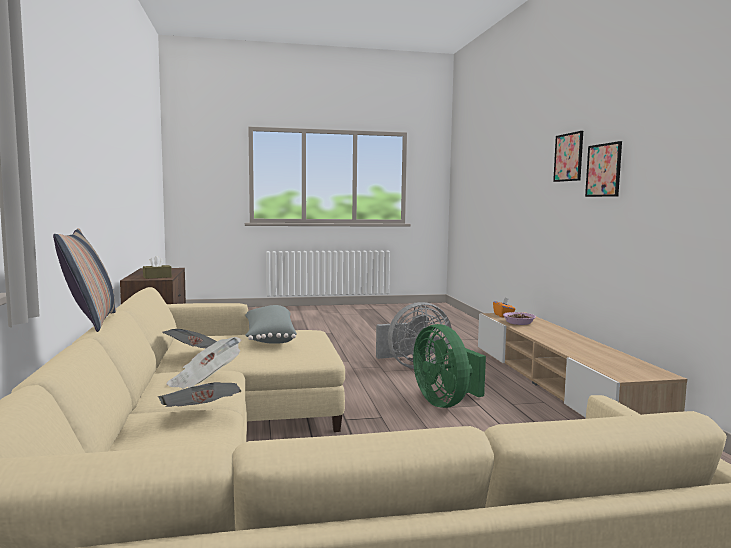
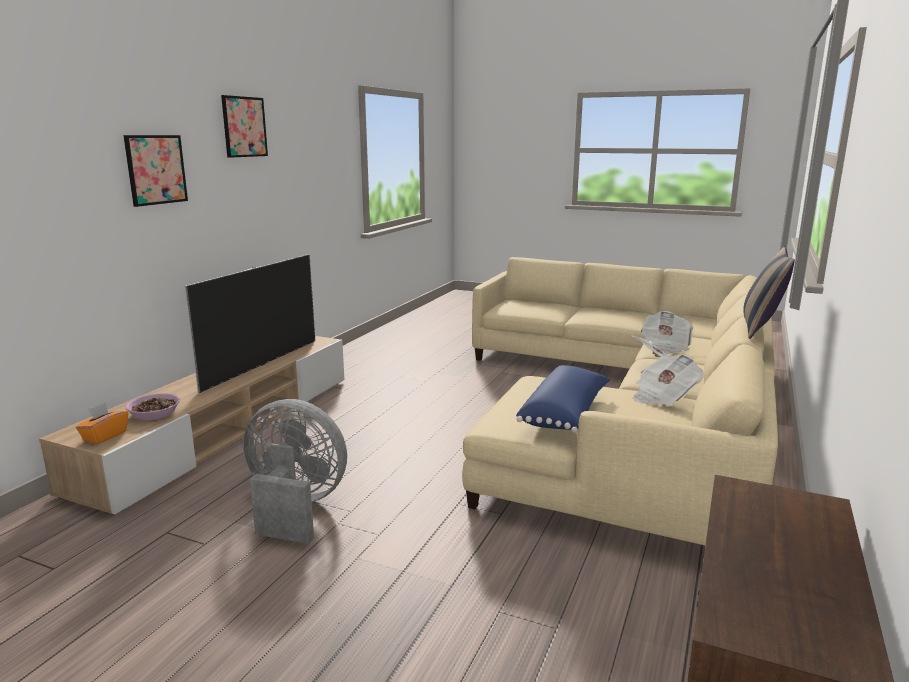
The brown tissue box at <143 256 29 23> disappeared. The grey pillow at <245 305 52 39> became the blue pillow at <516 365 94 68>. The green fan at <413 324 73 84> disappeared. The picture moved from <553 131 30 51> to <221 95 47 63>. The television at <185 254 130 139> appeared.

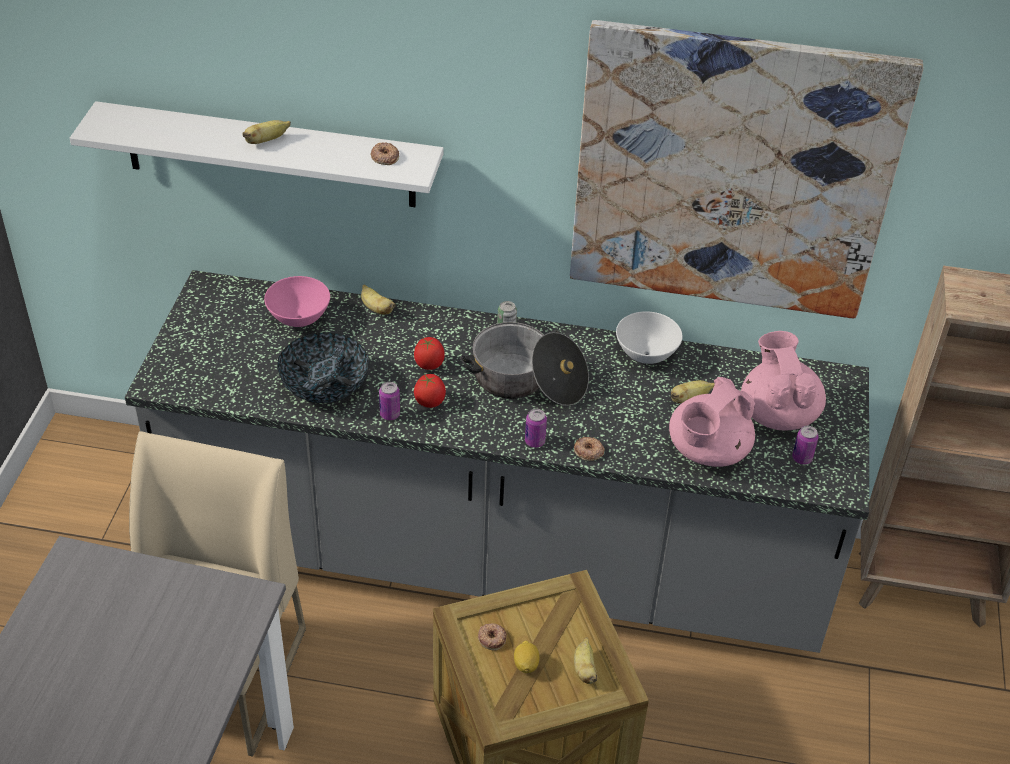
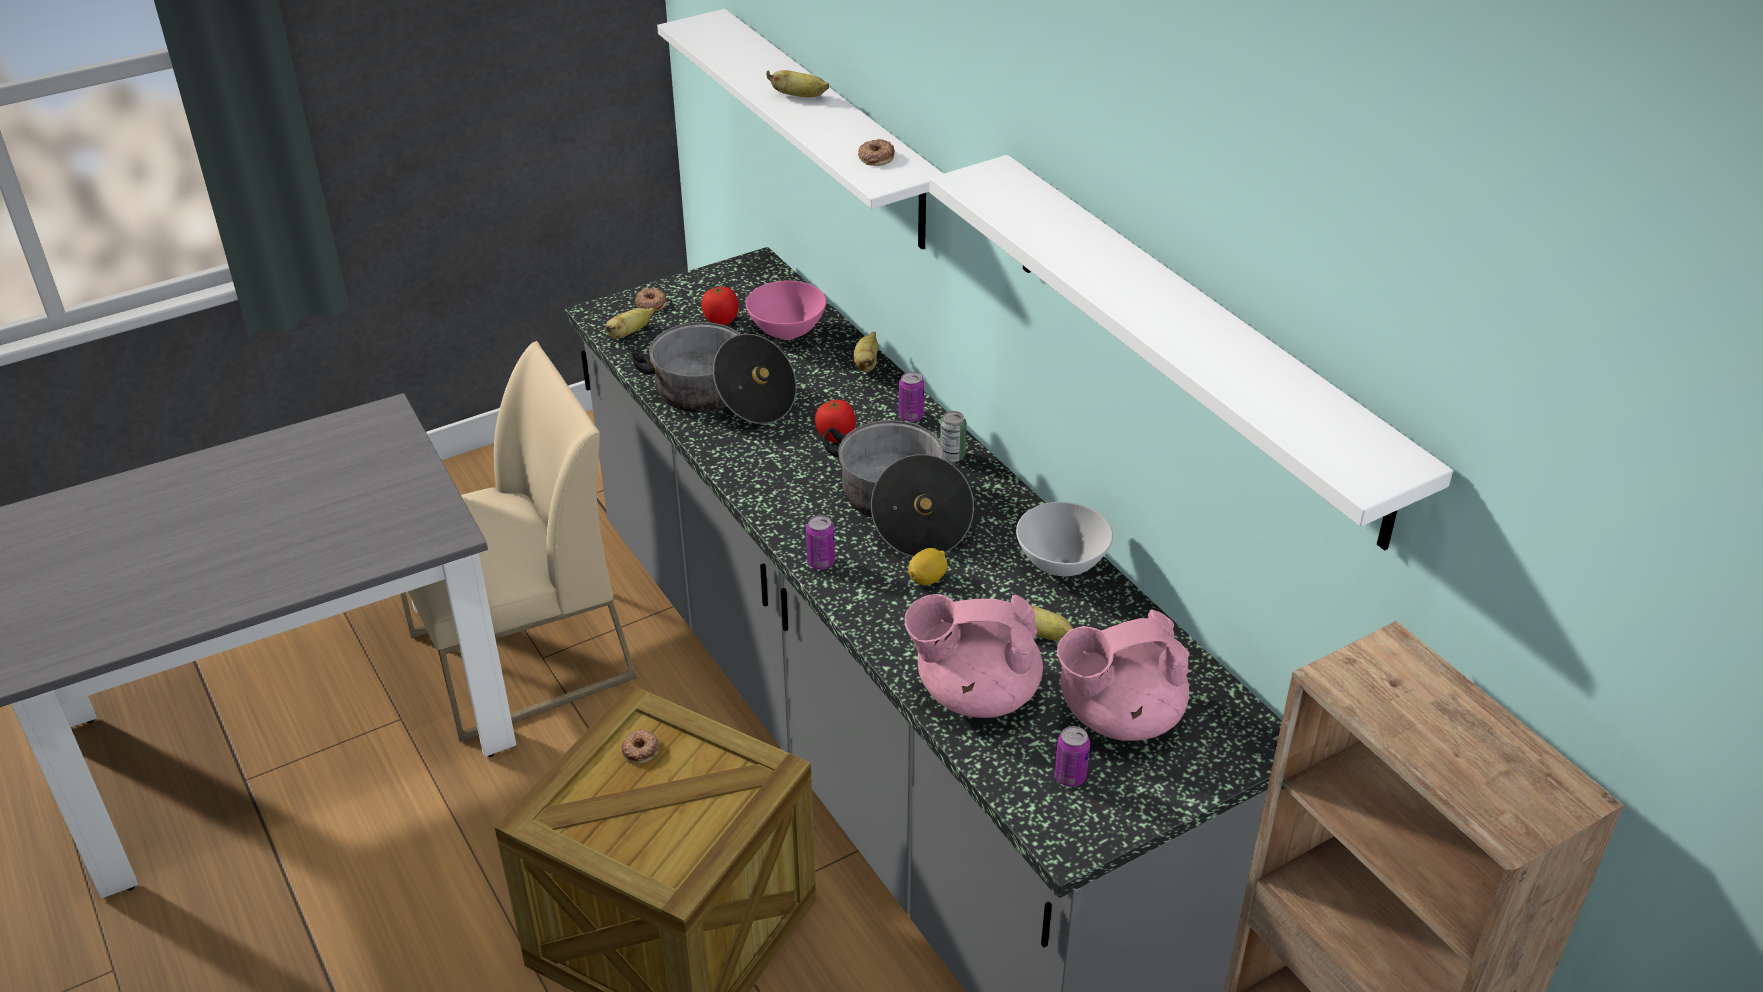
The bowl at <277 332 92 71> was replaced by the cooking pot at <630 322 167 102>. The can moved from <379 382 21 38> to <899 372 25 50>. The tomato moved from <414 374 32 34> to <701 286 38 39>. The lemon moved from <514 641 25 32> to <908 548 39 37>. The picture at <570 20 353 298> was replaced by the white shelf at <929 155 524 396>. The donut moved from <574 436 31 25> to <635 287 32 25>. The banana moved from <574 638 24 46> to <606 307 48 32>. The pink teapot at <741 331 85 99> turned 150 degrees counterclockwise.

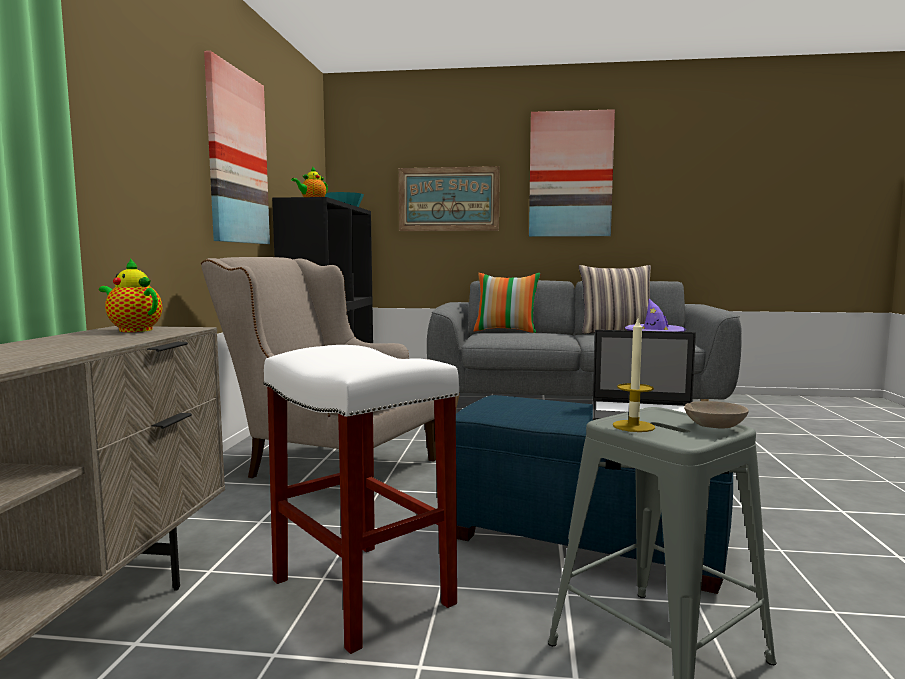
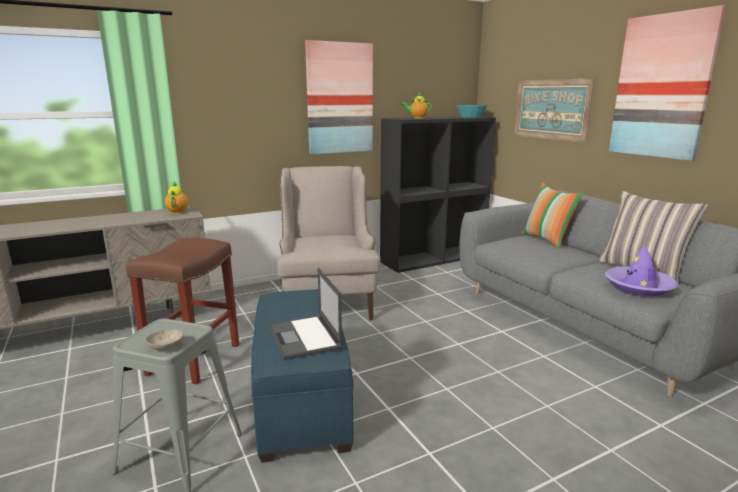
The white stool at <263 345 196 309> became the brown stool at <126 238 113 146>. The candle at <613 319 42 113> disappeared.

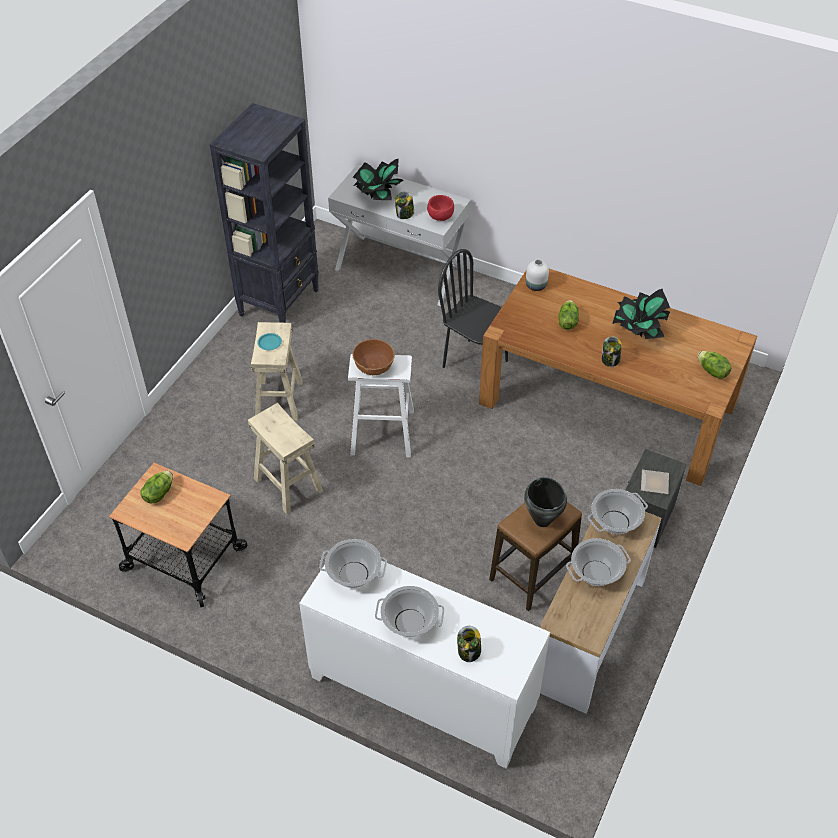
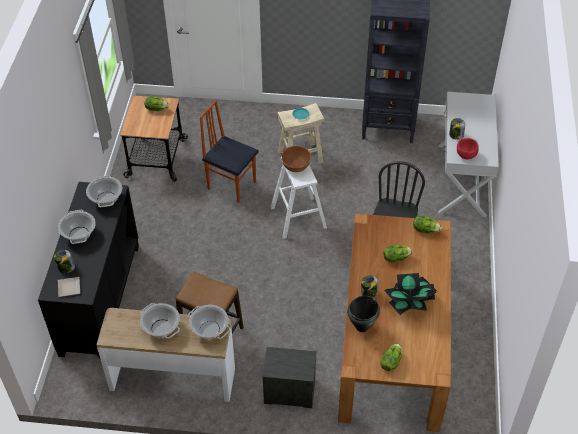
The beige stool at <248 403 75 111> was replaced by the chair at <200 100 59 103>. The white cabinet at <299 560 251 209> became the black cabinet at <38 182 101 178>. The potted plant at <353 158 51 42> disappeared. The black cooking pot moved from <524 477 43 50> to <347 295 33 37>. The white vase at <526 259 23 32> was replaced by the lettuce at <413 216 29 18>. The plate moved from <641 470 28 24> to <58 277 22 20>.

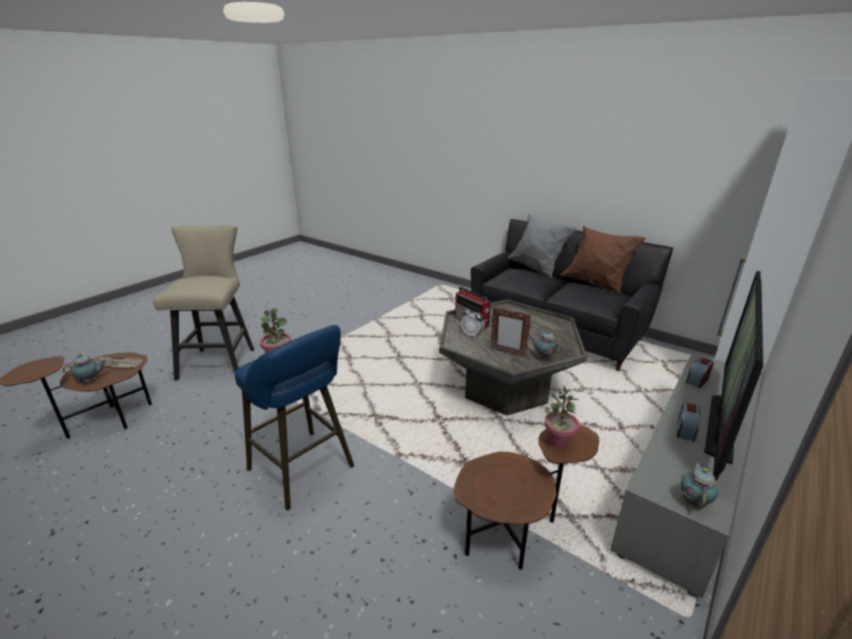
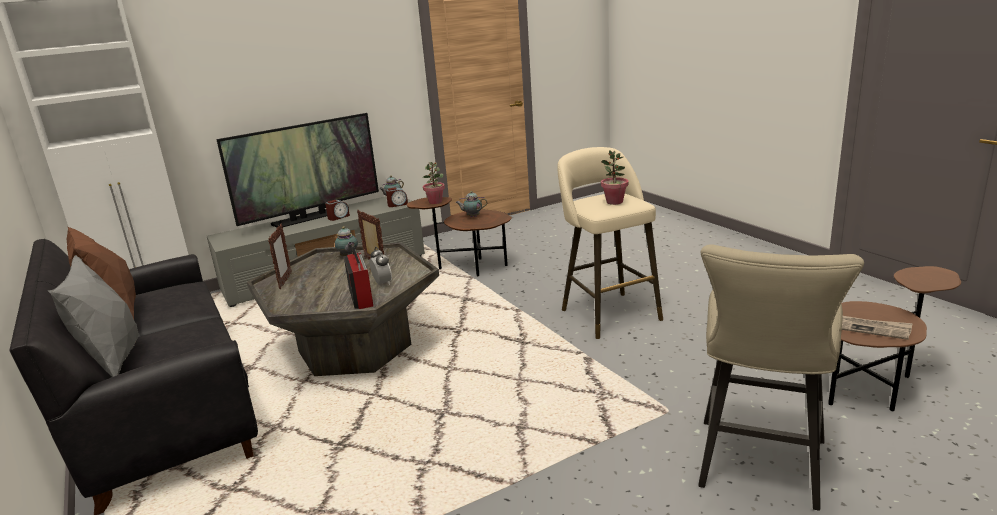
The teapot moved from <63 354 43 28> to <456 191 32 26>. The blue stool at <235 325 119 185> became the beige stool at <557 147 106 192>. The alarm clock moved from <686 357 28 31> to <386 187 22 20>. The picture frame at <268 223 24 66> appeared.

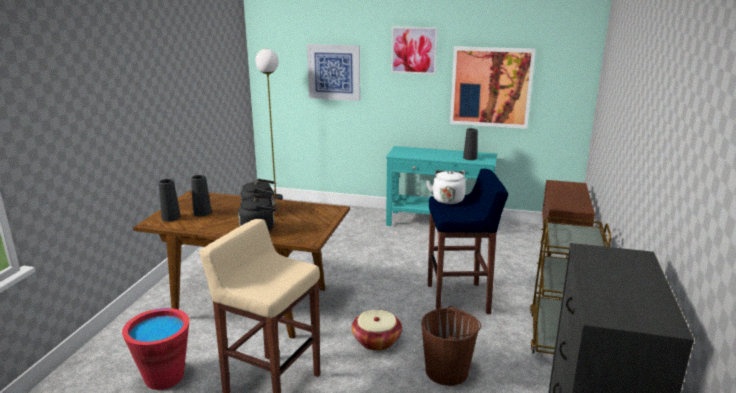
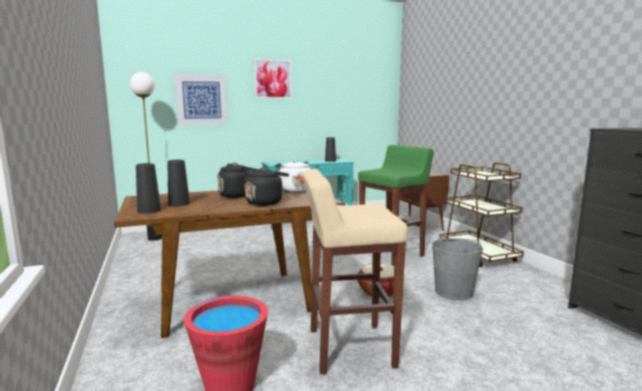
The brown bucket at <421 306 60 80> became the grey bucket at <432 236 51 64>. The white kettle moved from <426 170 40 34> to <275 160 35 33>. The blue stool at <428 169 80 145> became the green stool at <358 145 76 121>. The picture at <450 46 86 83> disappeared.

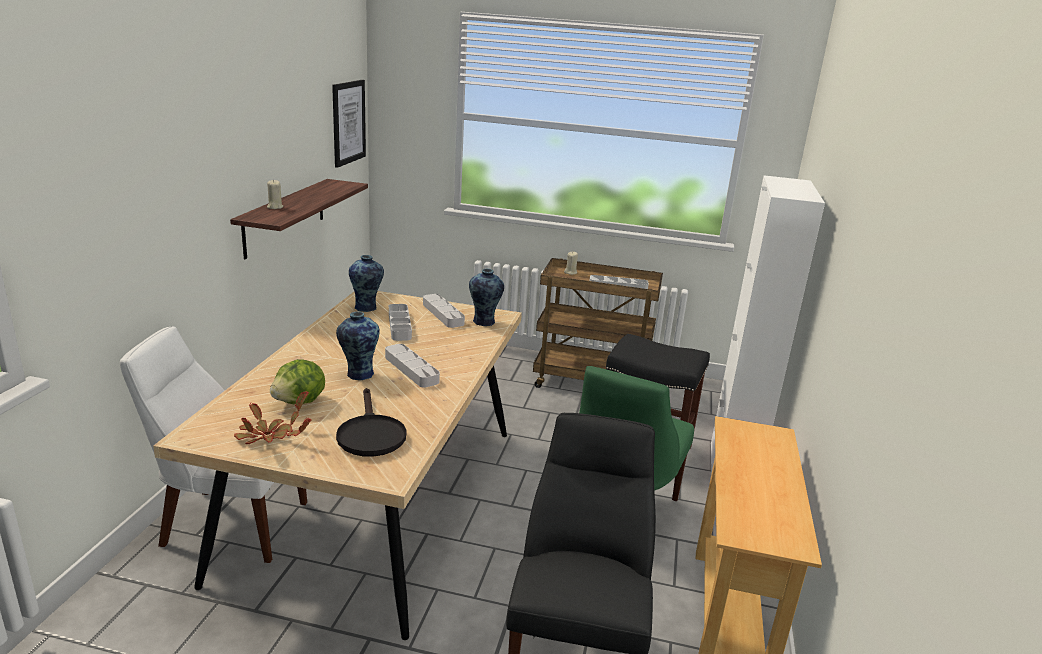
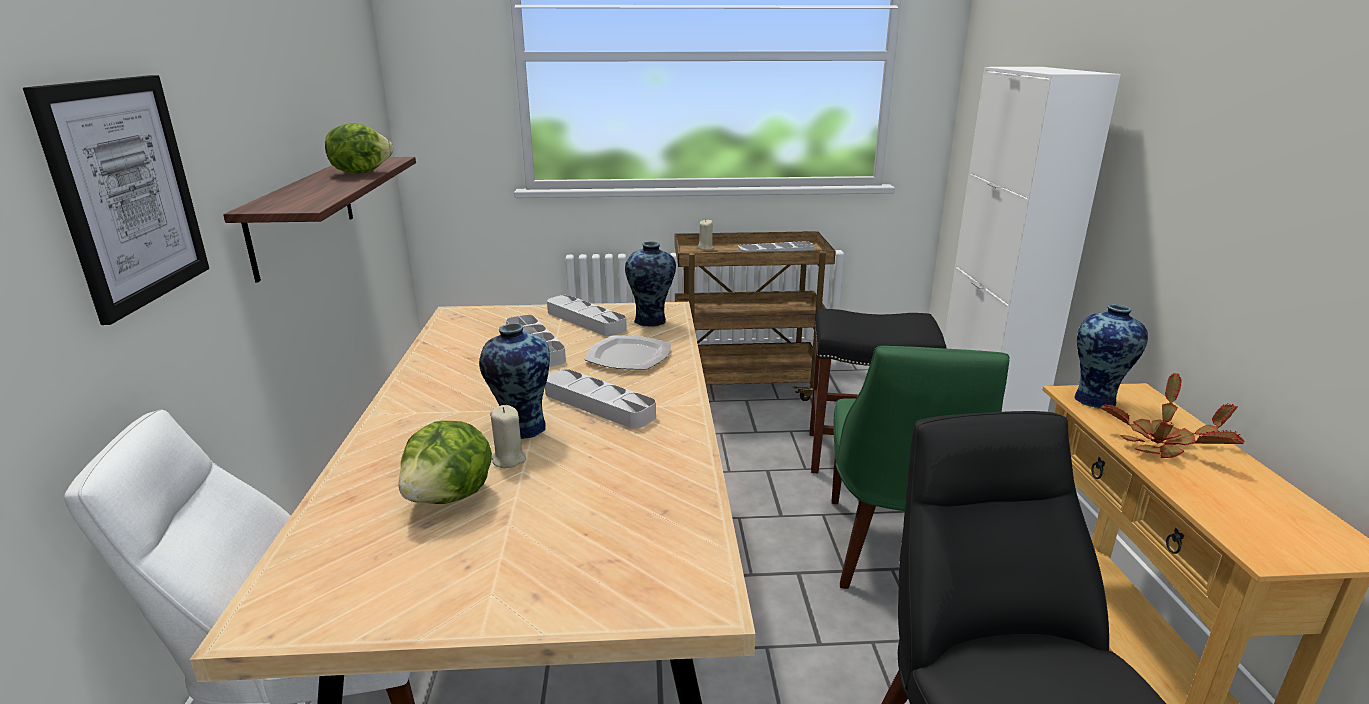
The potted plant moved from <234 391 78 53> to <1101 373 143 85>. The beige candle moved from <267 180 16 29> to <490 405 36 63>. The picture moved from <332 80 34 88> to <23 75 186 250>. The black frying pan at <336 388 70 69> disappeared. The vase moved from <349 255 35 57> to <1074 304 74 105>. The lettuce at <325 123 68 51> appeared. The plate at <584 335 87 35> appeared.

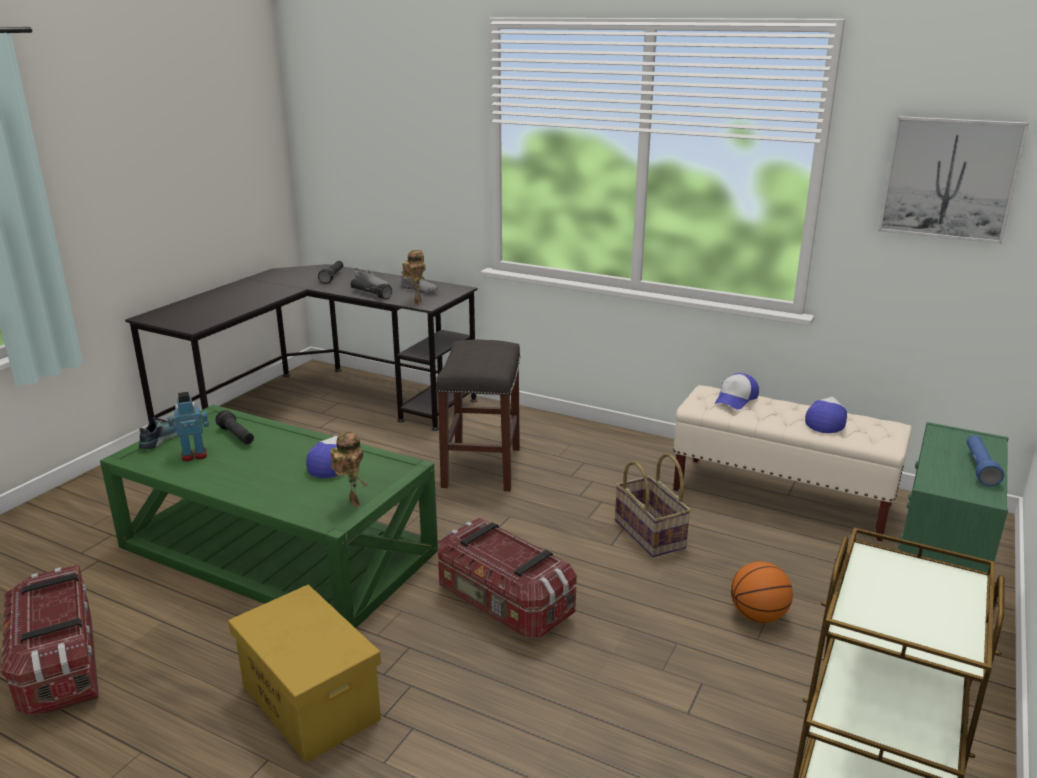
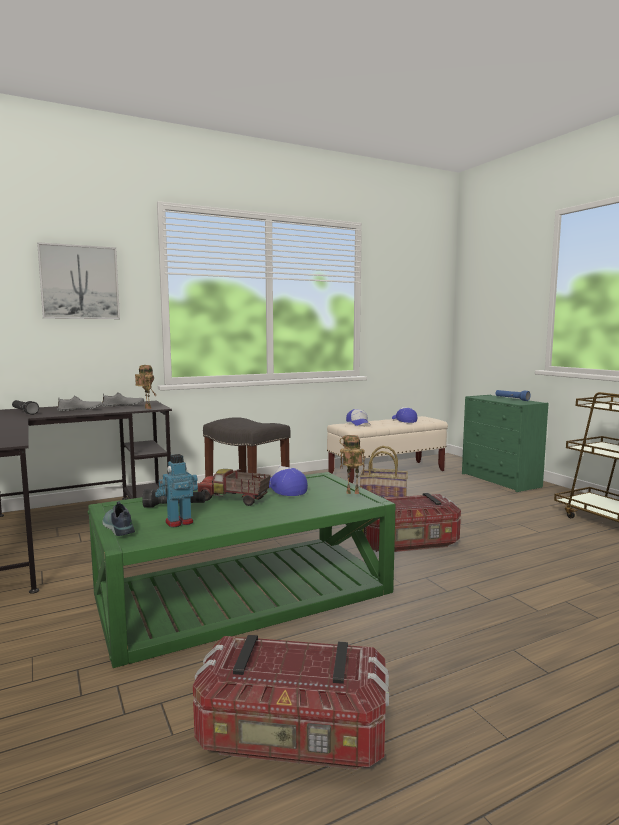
The toy robot at <167 392 42 69> turned 45 degrees clockwise. The yellow storage box at <228 585 153 178> disappeared. The black flashlight at <350 279 42 20> disappeared. The basketball at <731 561 62 62> disappeared. The picture moved from <878 116 151 128> to <37 242 83 77>. The toy truck at <197 469 74 37> appeared.

